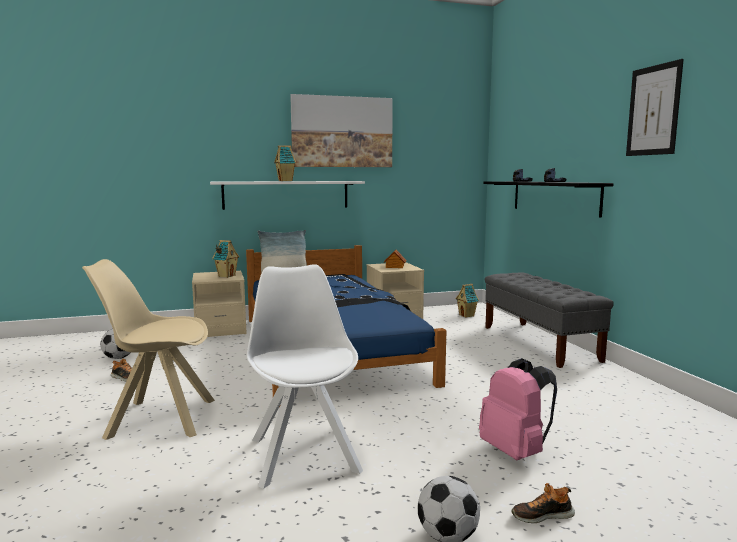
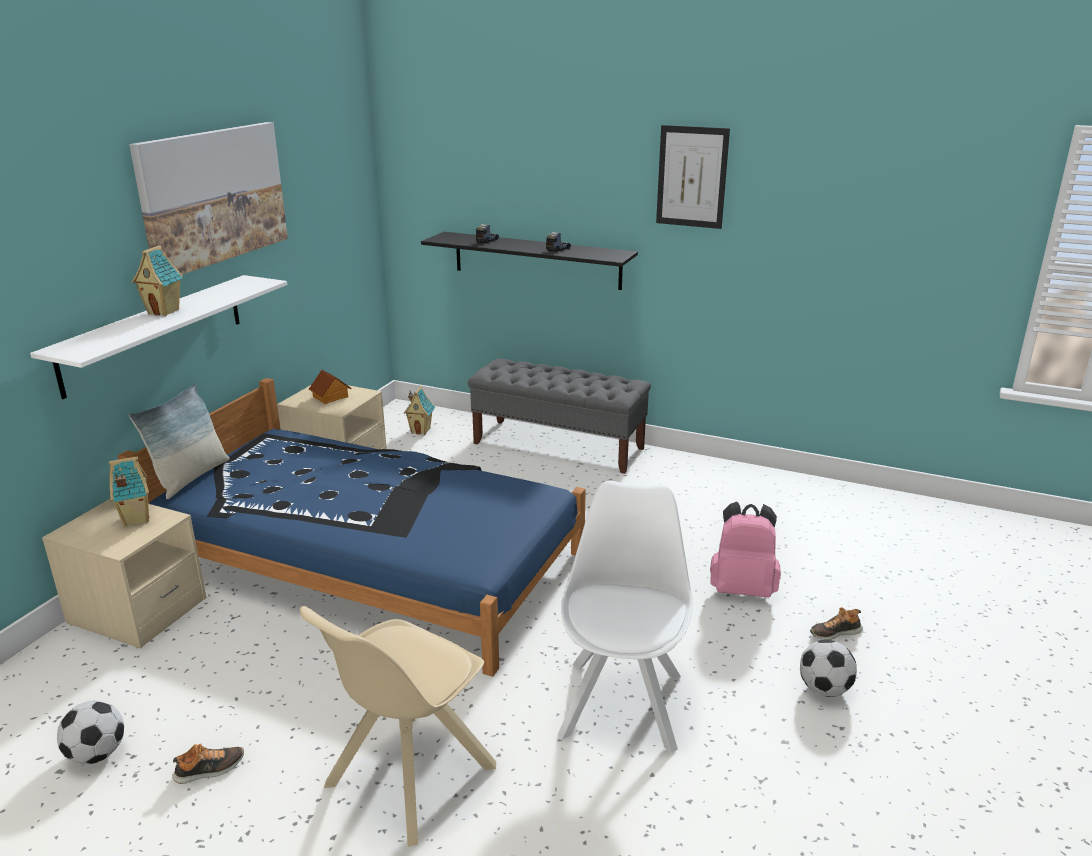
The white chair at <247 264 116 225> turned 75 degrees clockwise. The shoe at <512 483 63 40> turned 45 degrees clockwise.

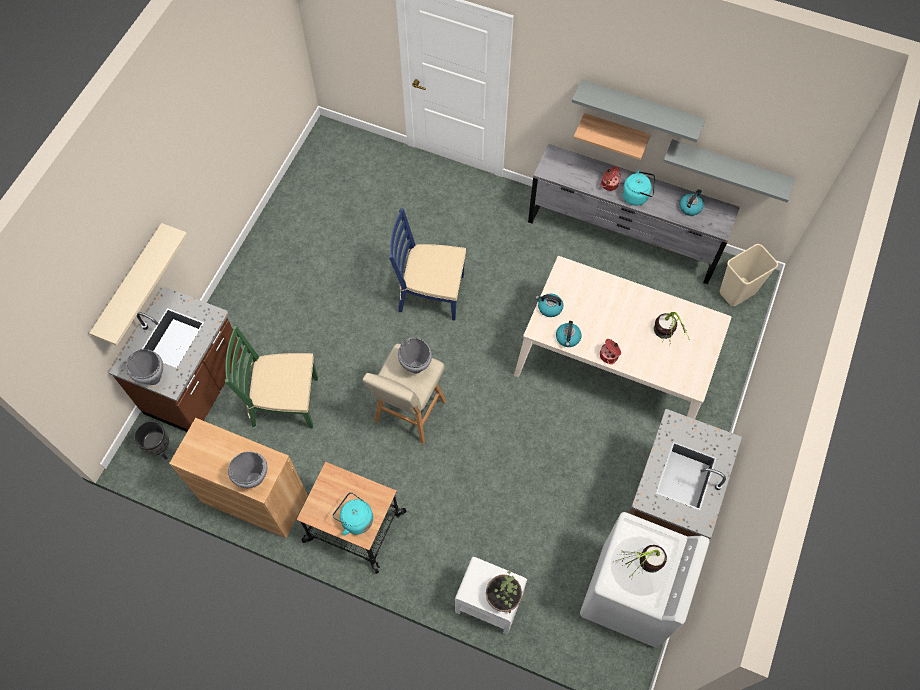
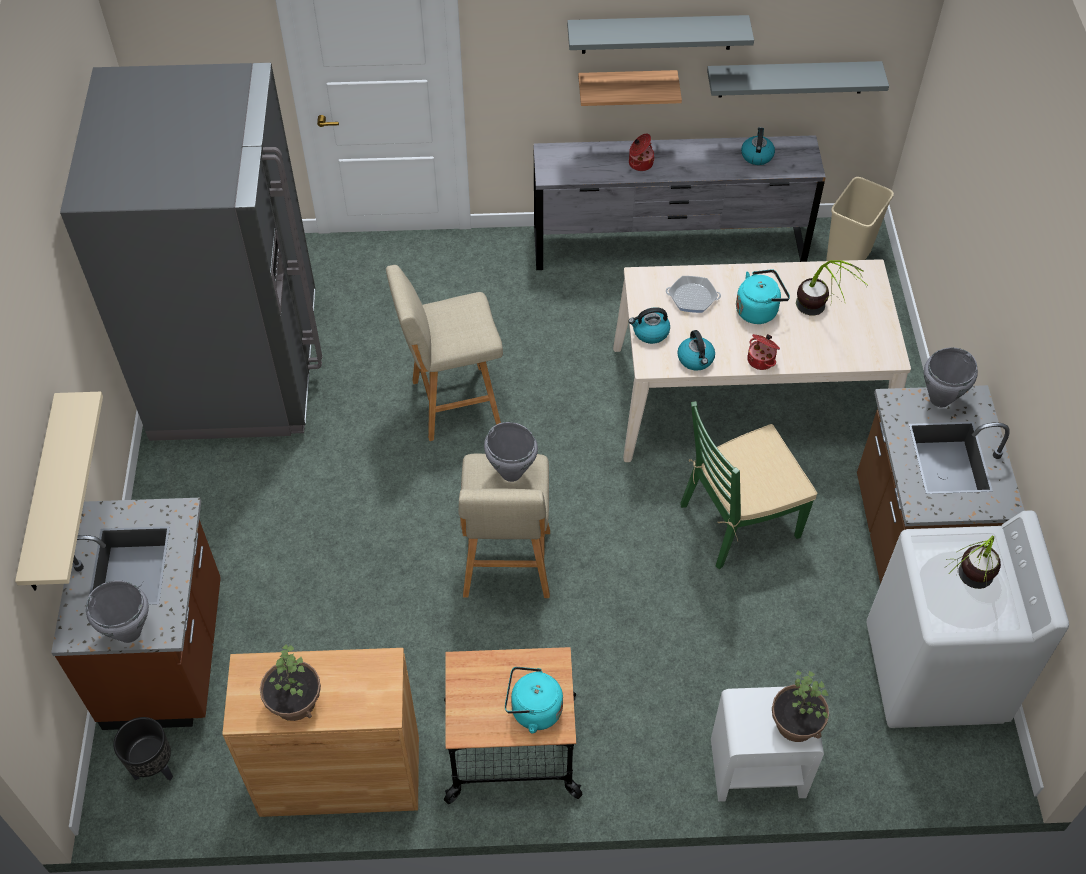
The green chair moved from <225 326 93 102> to <680 401 137 169>. The grey cooking pot moved from <228 452 39 36> to <924 347 54 61>. The blue chair at <389 208 77 112> was replaced by the beige stool at <386 265 117 176>. The turquoise kettle moved from <622 170 33 36> to <736 269 54 55>. The grey fridge at <60 63 262 378> appeared. The potted plant at <260 644 61 77> appeared. The frying pan at <666 276 55 37> appeared.

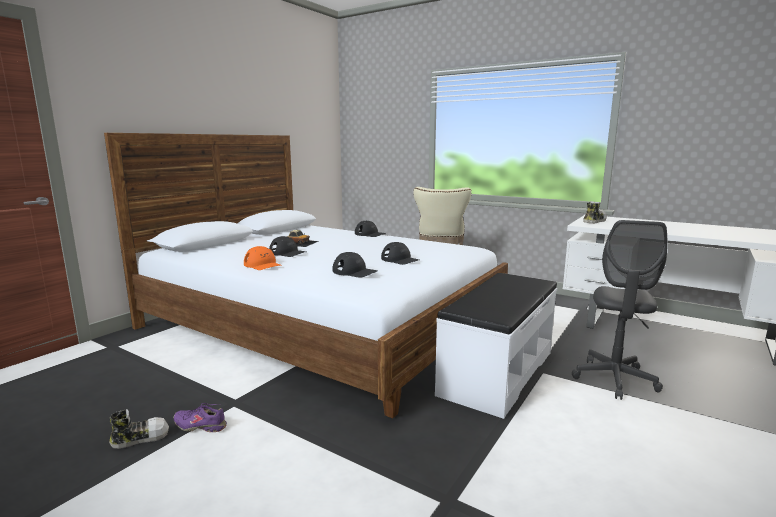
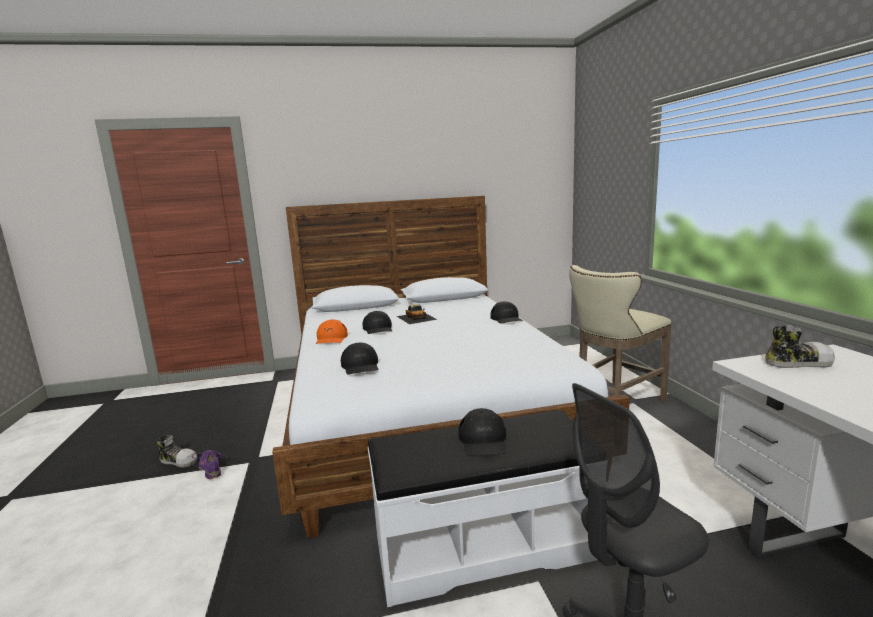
The black cap moved from <381 242 38 23> to <458 408 49 47>.

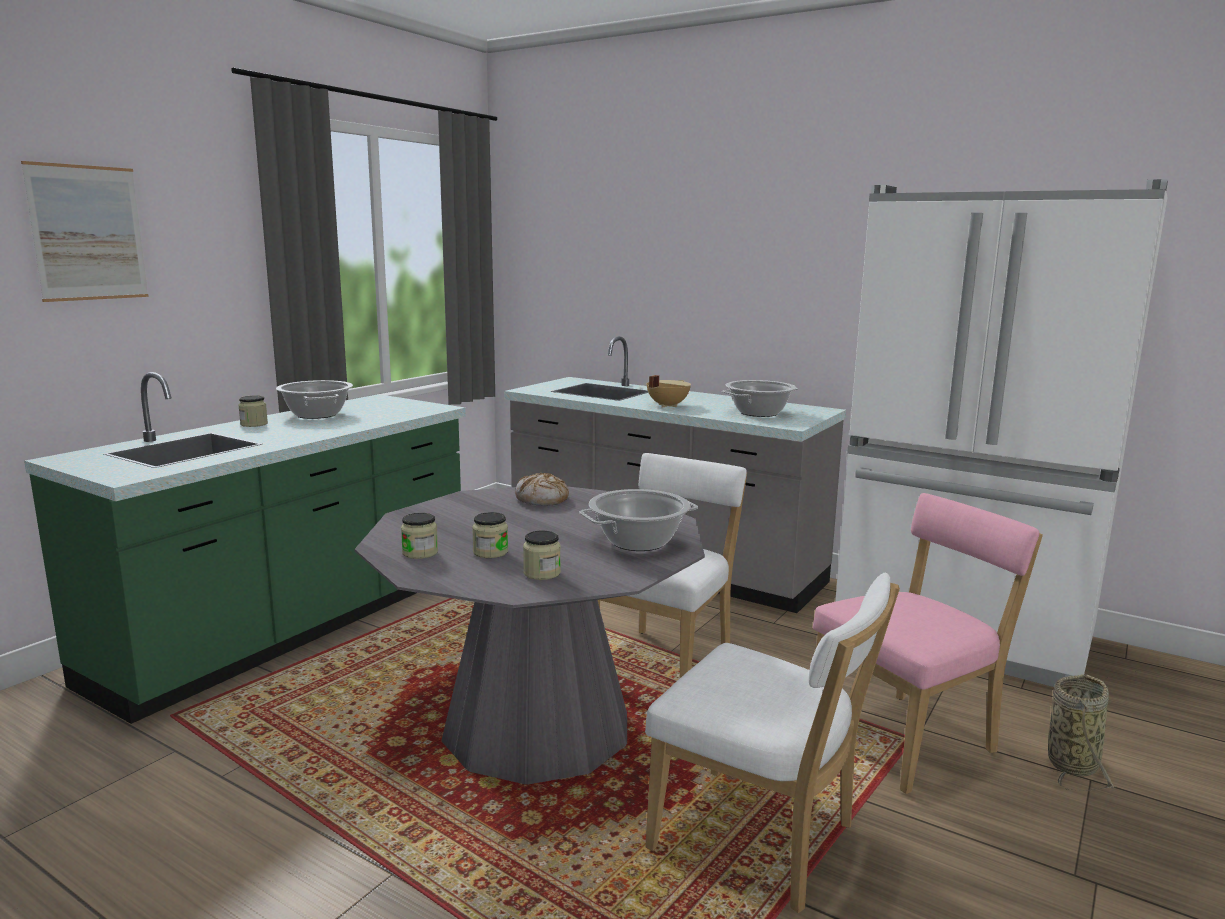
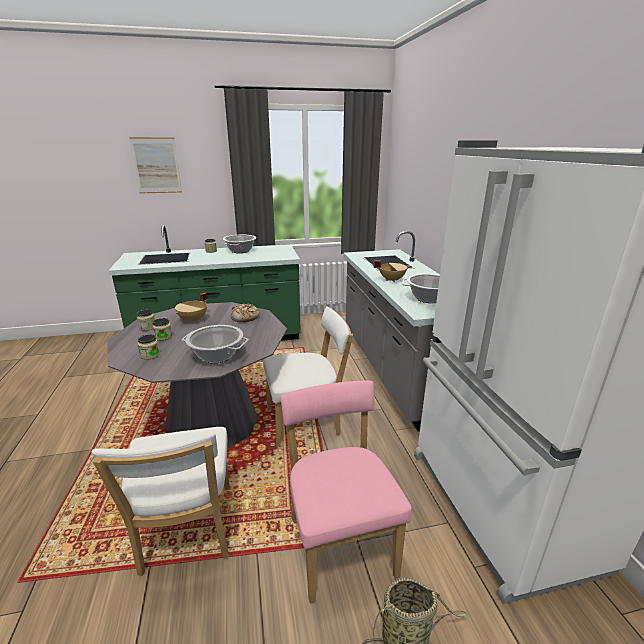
The pink chair at <813 493 230 301> turned 120 degrees counterclockwise. The beige cooking pot at <175 292 33 31> appeared.

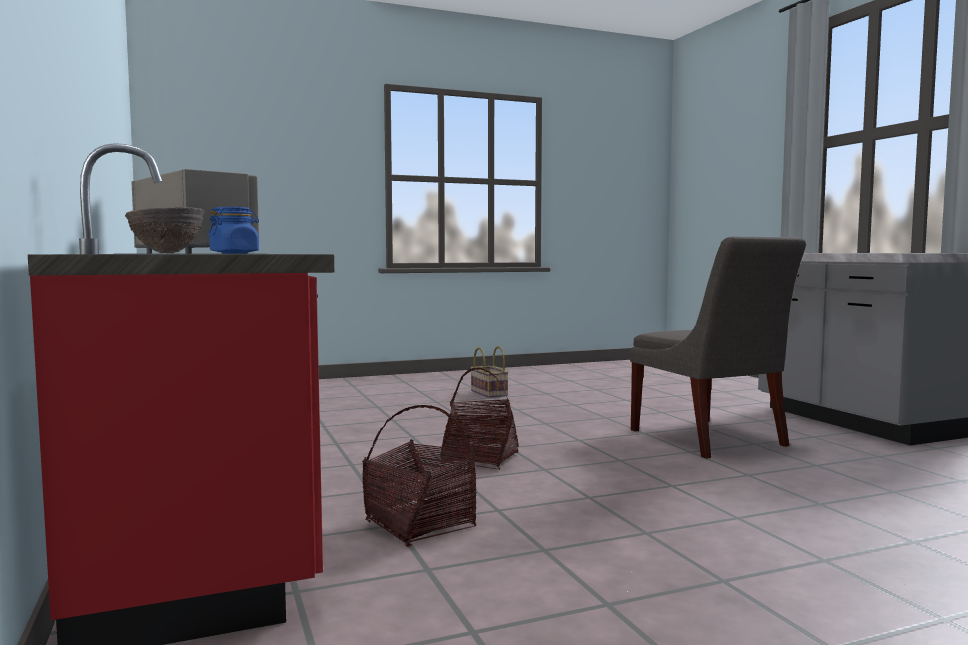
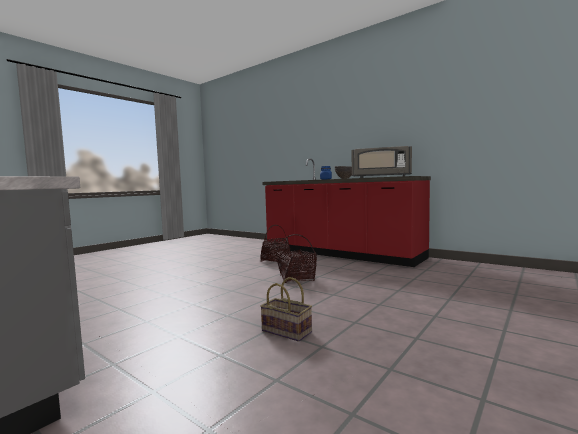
The basket moved from <470 346 39 52> to <260 277 52 65>. The grey chair at <630 237 176 222> disappeared.

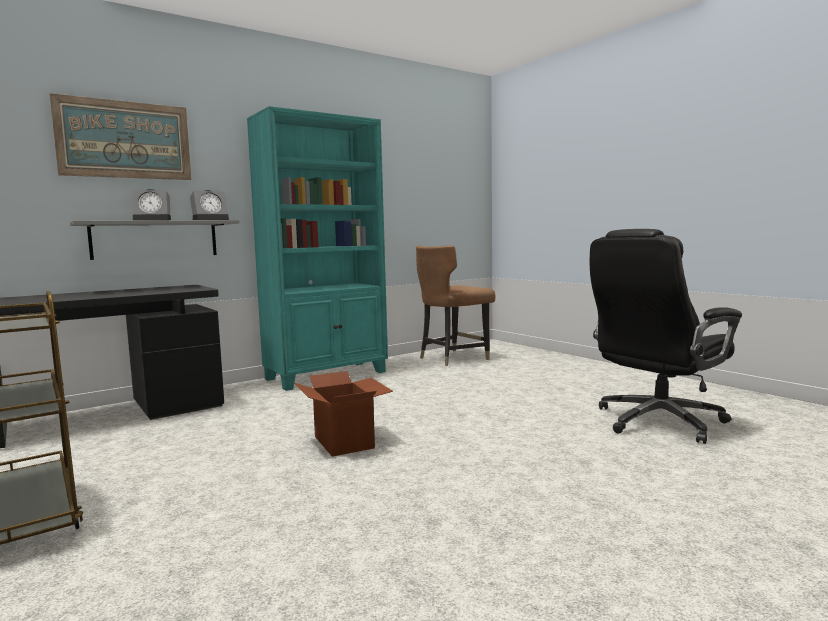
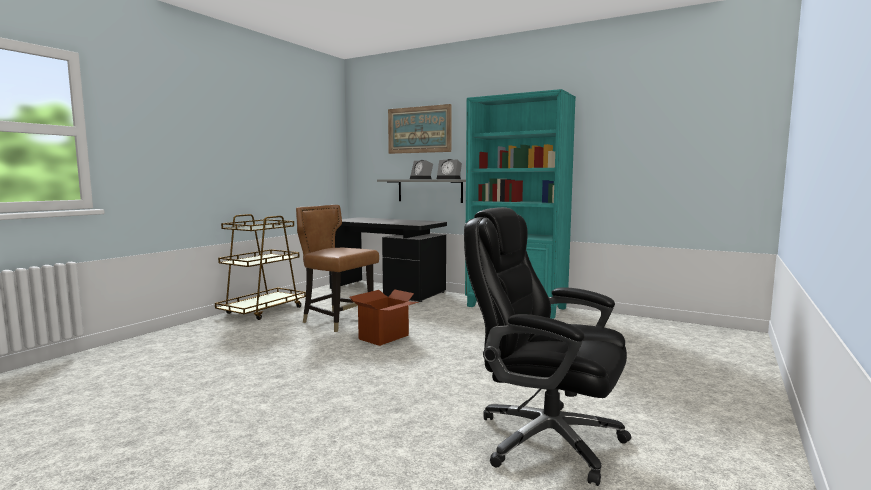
The brown chair moved from <416 245 80 121> to <296 205 83 127>.

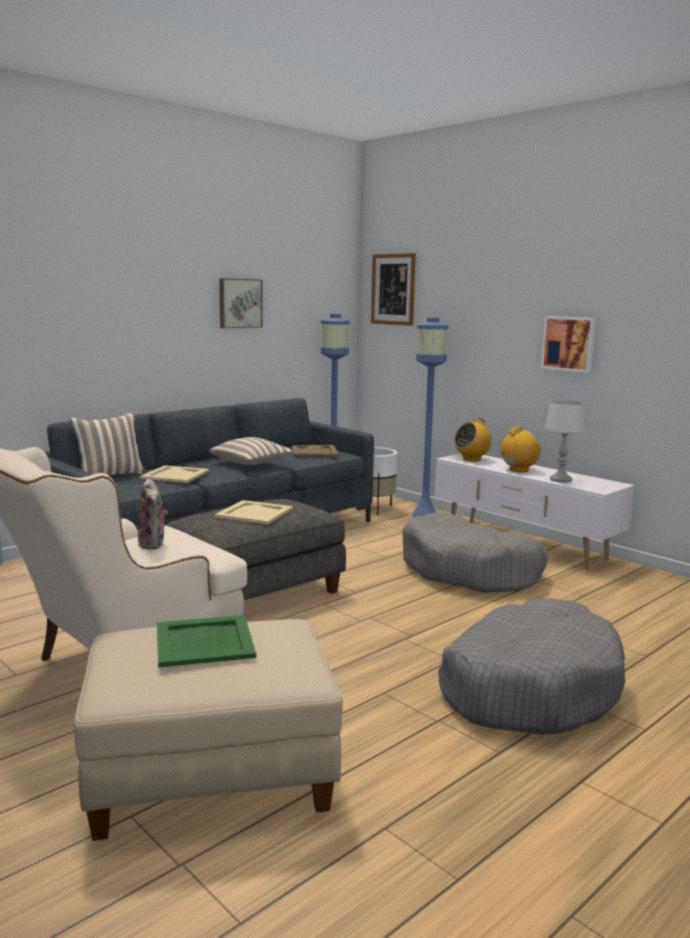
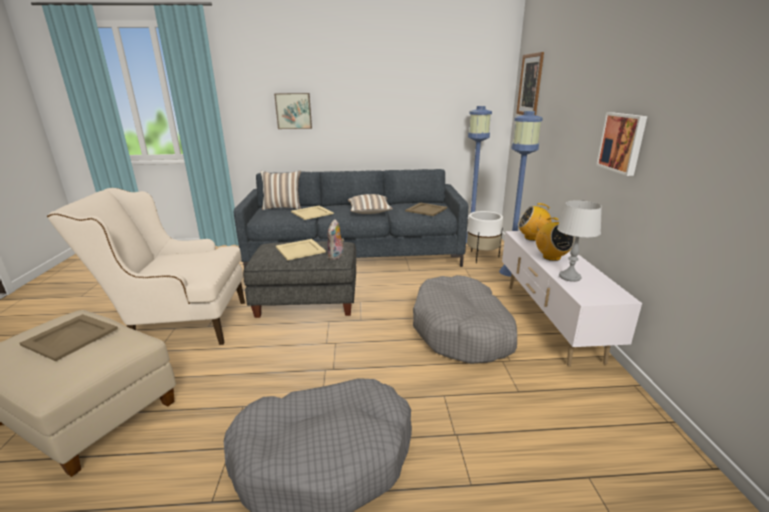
The plush toy moved from <138 478 30 72> to <327 219 17 41>. The green tray at <157 615 99 53> became the beige tray at <20 314 98 47>. The picture moved from <219 278 44 50> to <274 93 38 36>. The radio at <501 426 40 46> turned 60 degrees clockwise.

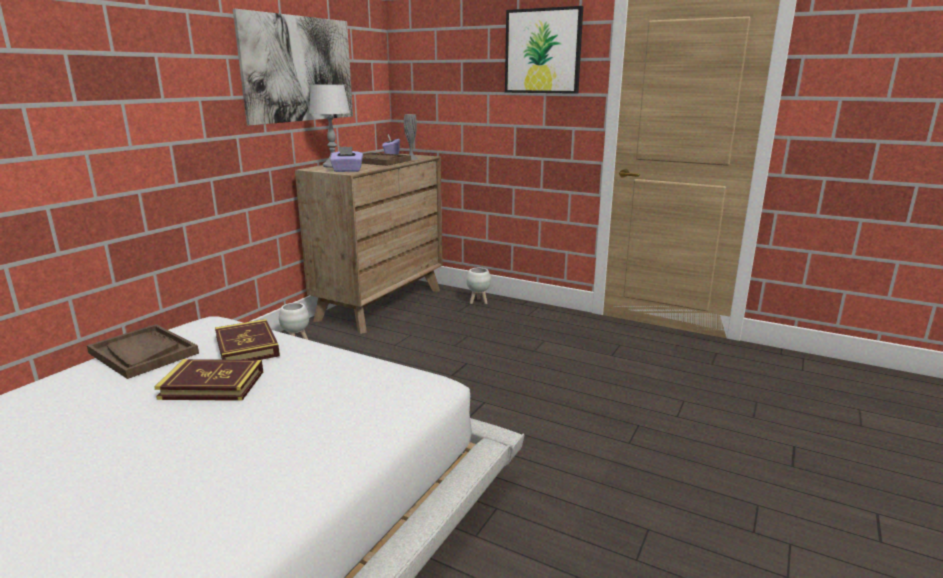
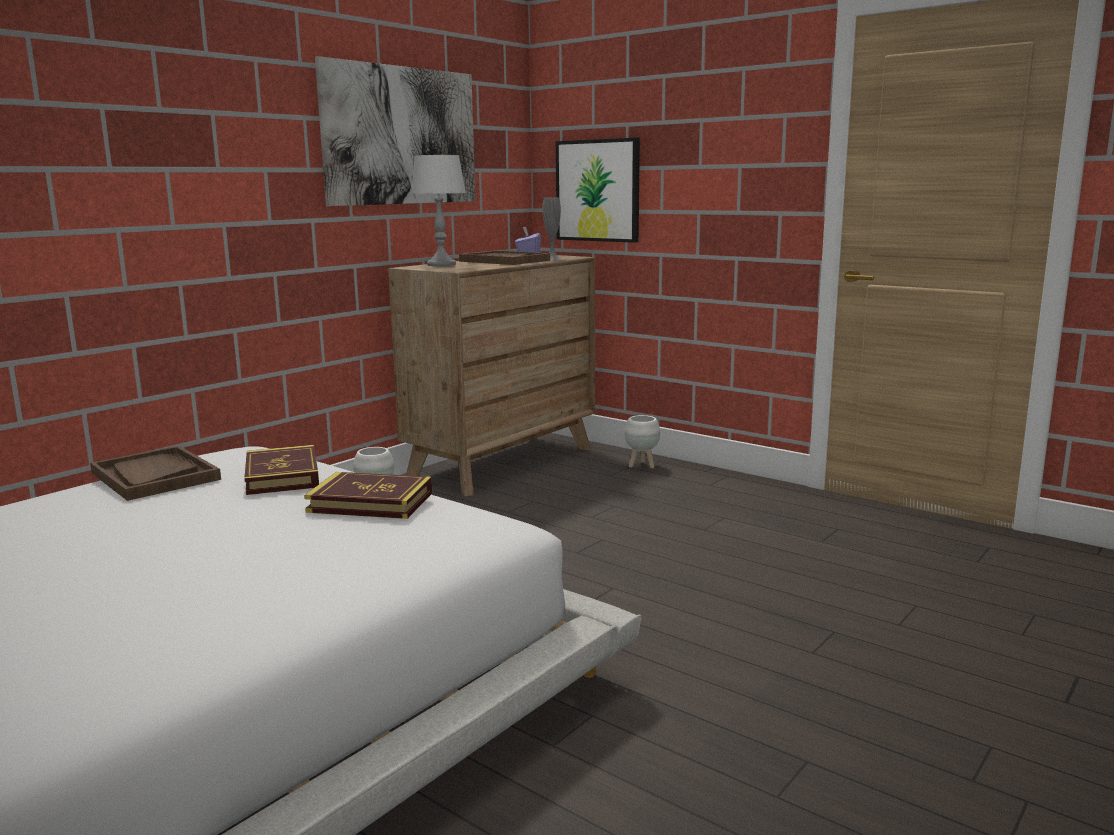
The book moved from <154 359 109 42> to <304 472 128 47>. The purple tissue box at <330 147 33 25> disappeared. The picture moved from <505 6 78 88> to <556 138 84 105>.

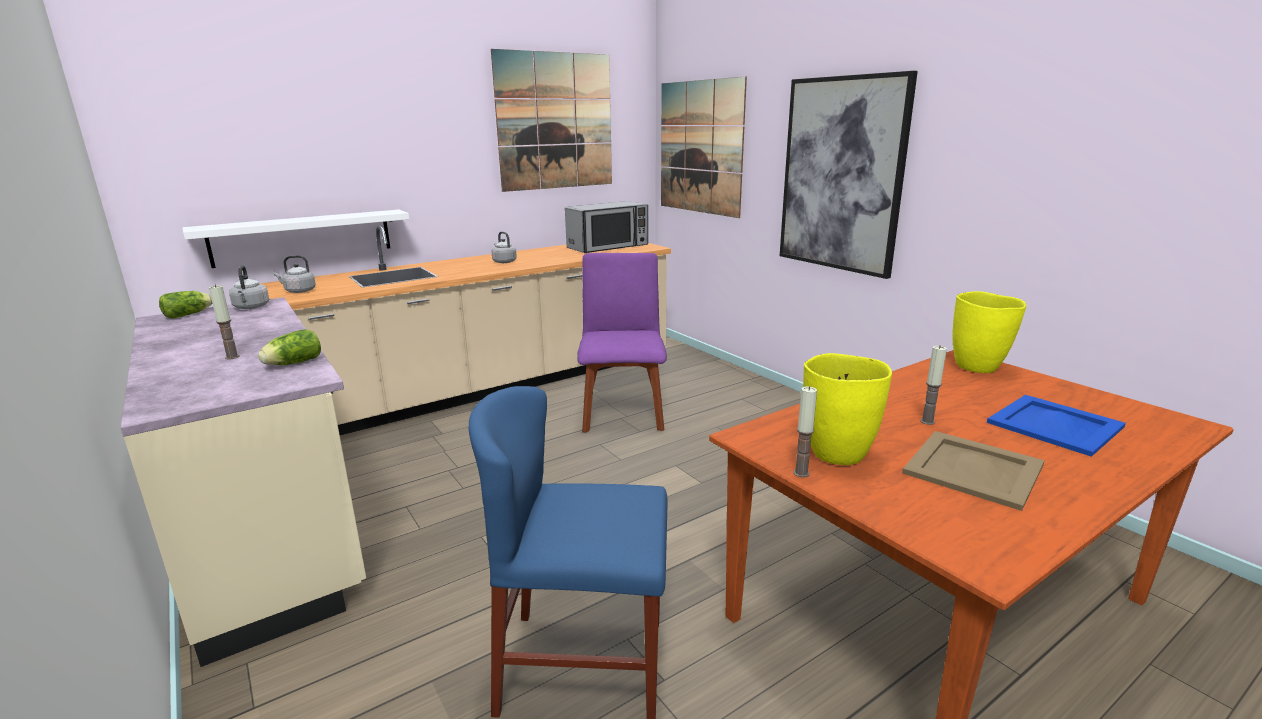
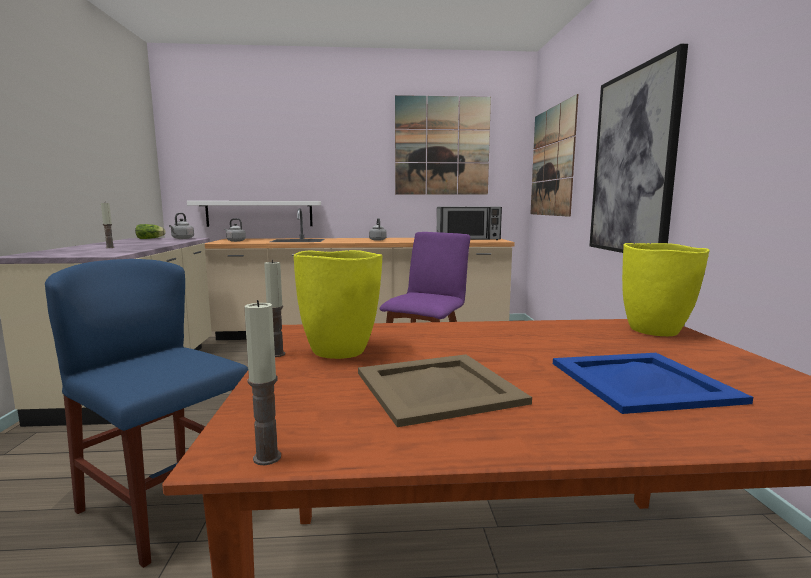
The lettuce at <258 329 63 36> disappeared. The candle moved from <920 346 27 79> to <244 300 37 165>.

